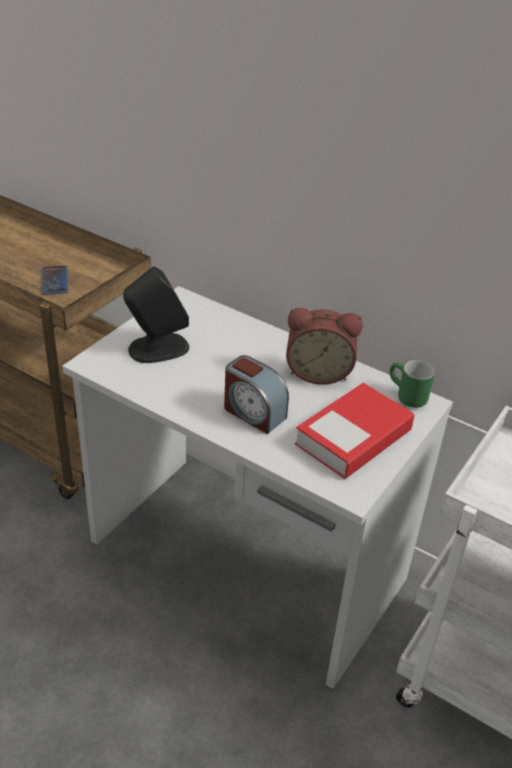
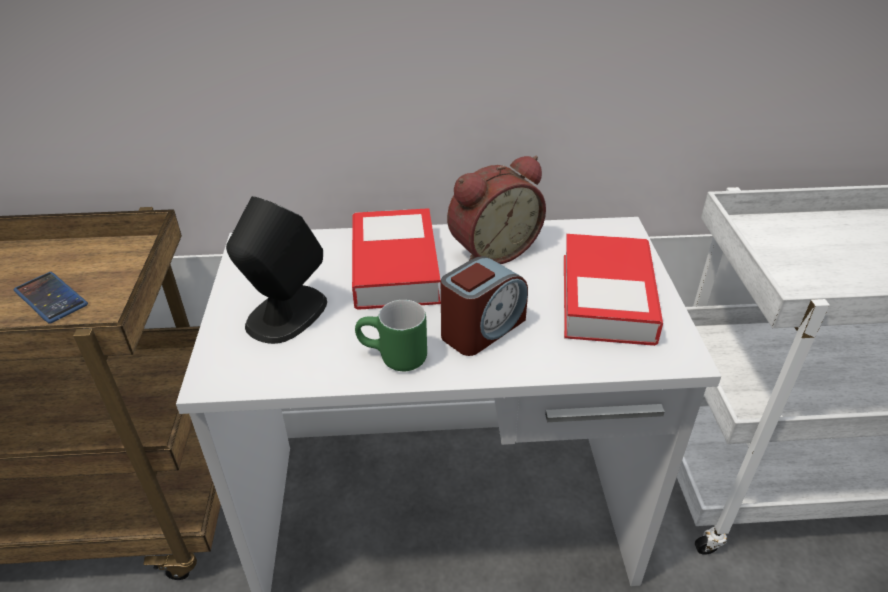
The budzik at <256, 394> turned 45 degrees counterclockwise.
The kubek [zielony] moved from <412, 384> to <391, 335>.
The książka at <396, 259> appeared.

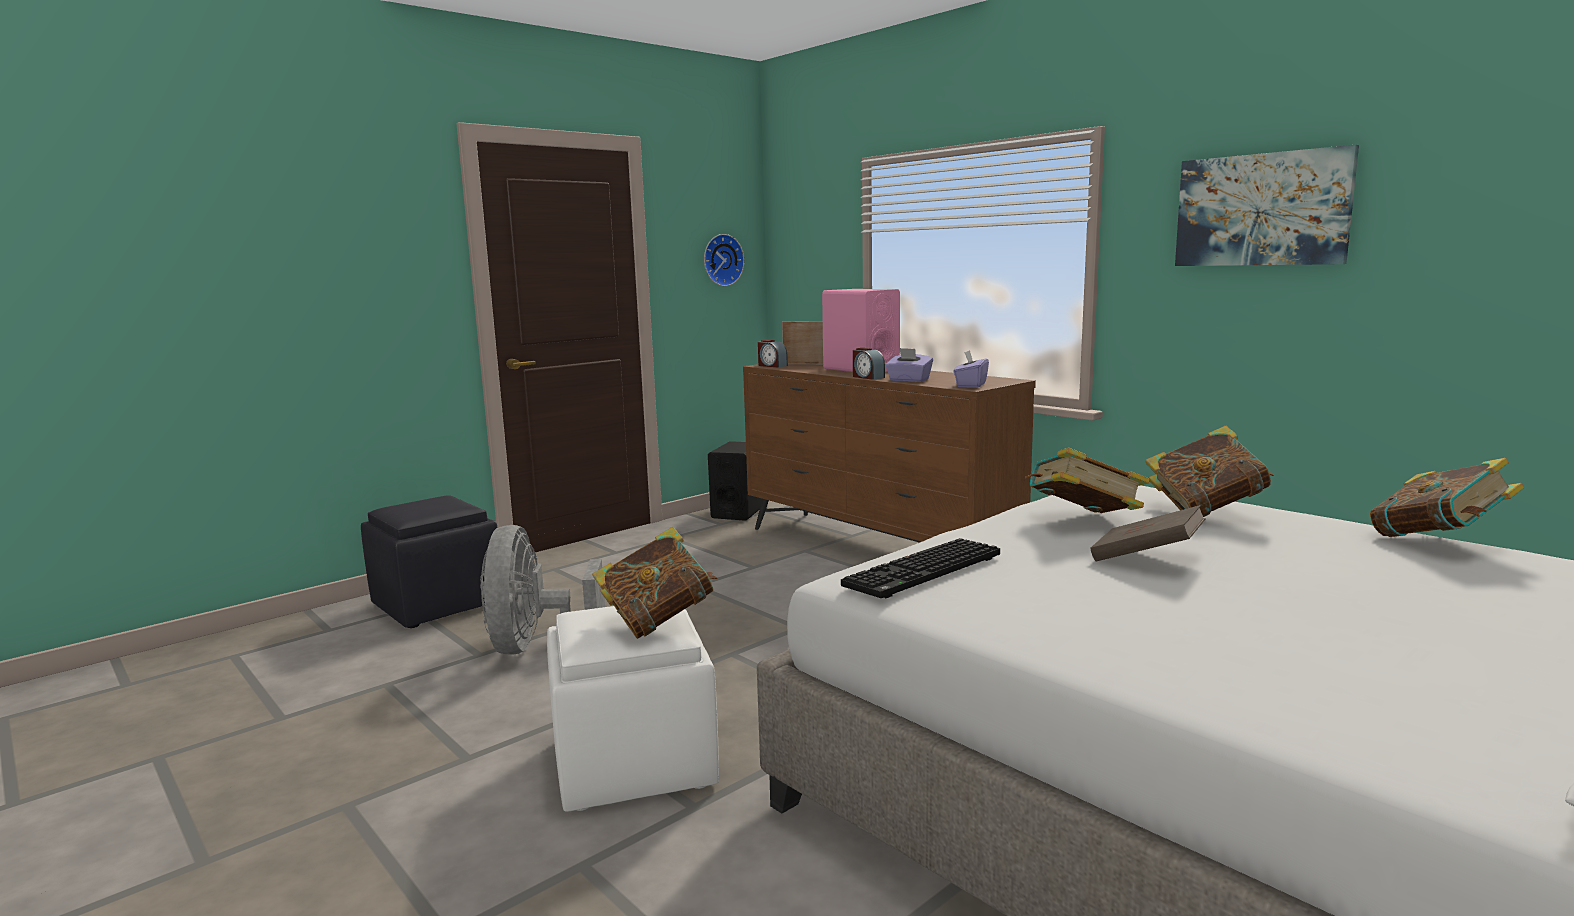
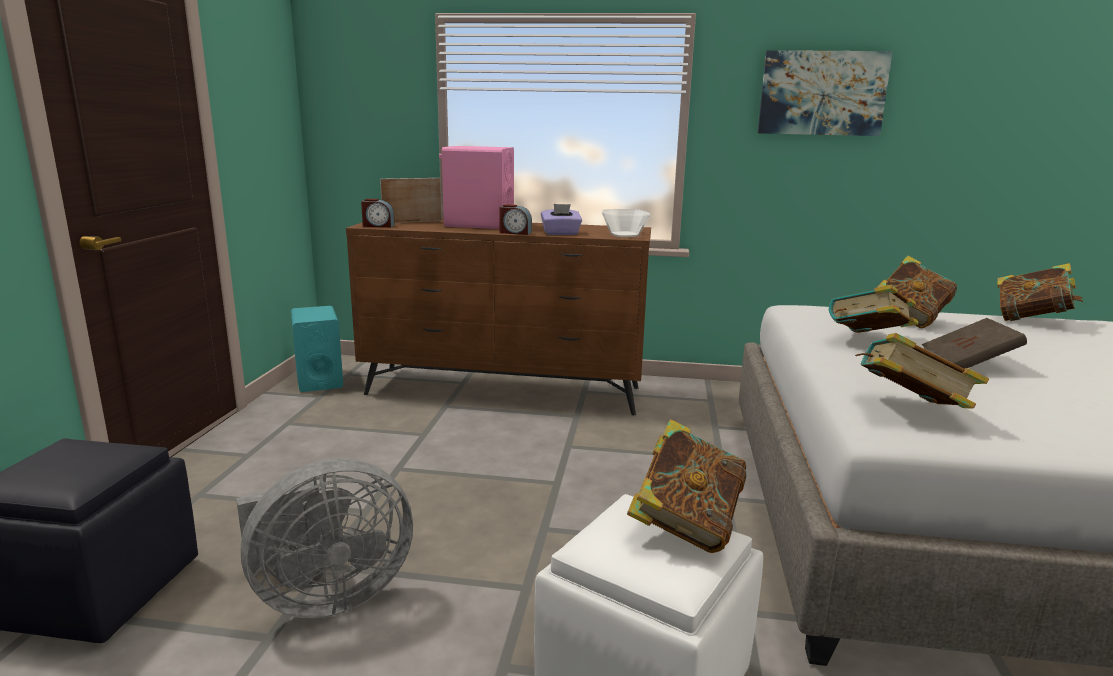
The wentylator [szary] at <542, 590> turned 75 degrees counterclockwise.
The zegar ścienny at <724, 260> disappeared.
The głośnik [czarny] at <735, 481> became the głośnik [turkusowy] at <317, 349>.
The klawiatura at <920, 568> was replaced by the książka at <922, 371>.
The pudełko chusteczek [fioletowy] at <971, 369> was replaced by the miska at <626, 223>.

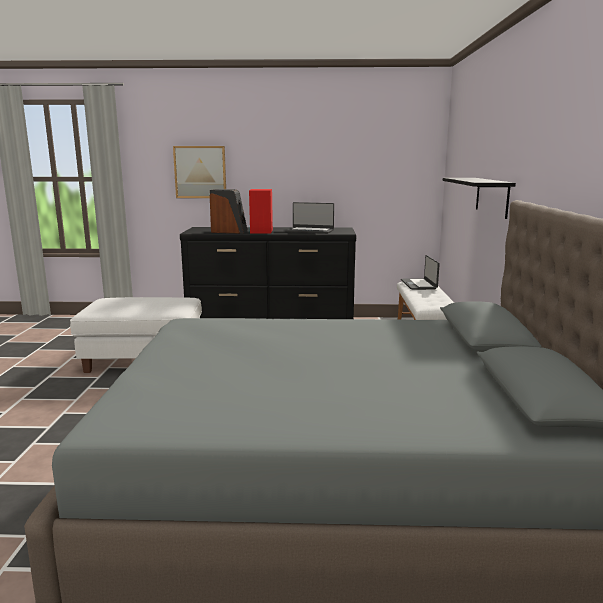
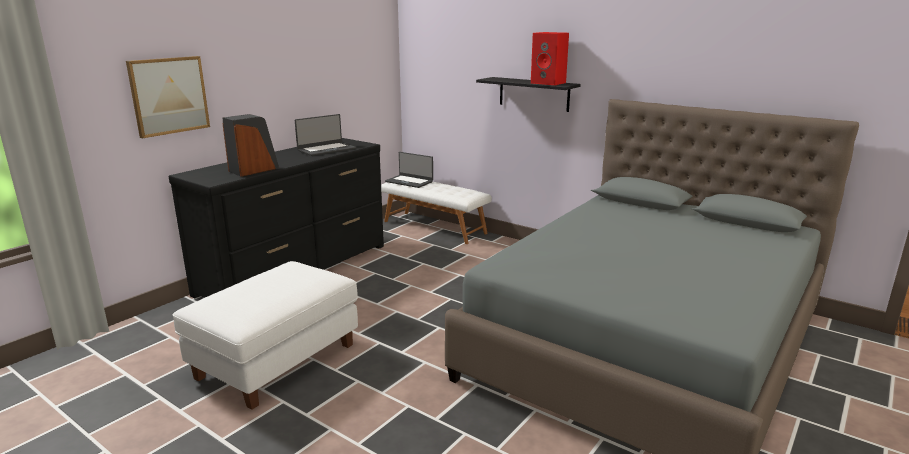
The głośnik [czerwony] moved from <261, 211> to <550, 58>.

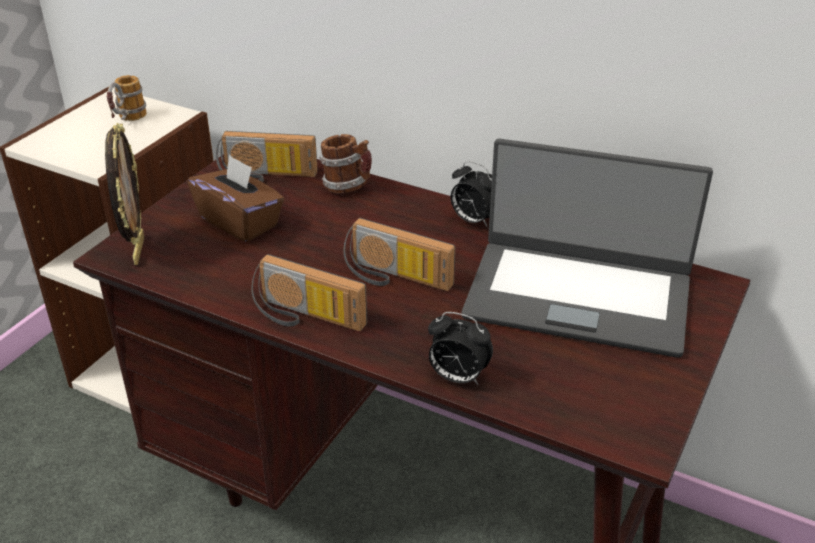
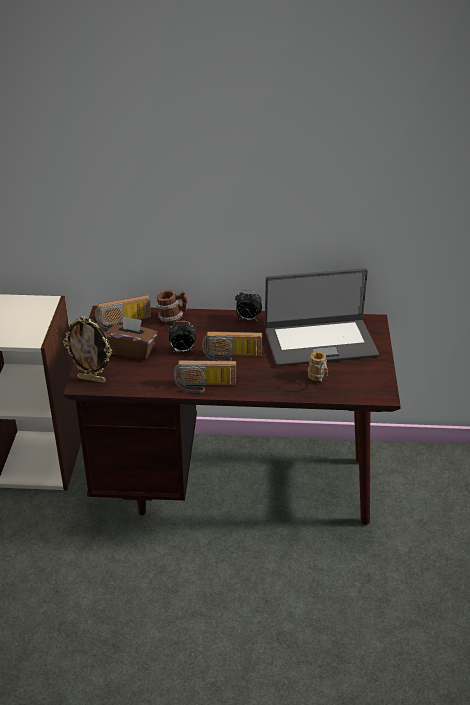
The ramka na zdjęcie at <125, 194> turned 135 degrees clockwise.
The kubek moved from <126, 98> to <318, 367>.
The budzik moved from <460, 348> to <182, 337>.

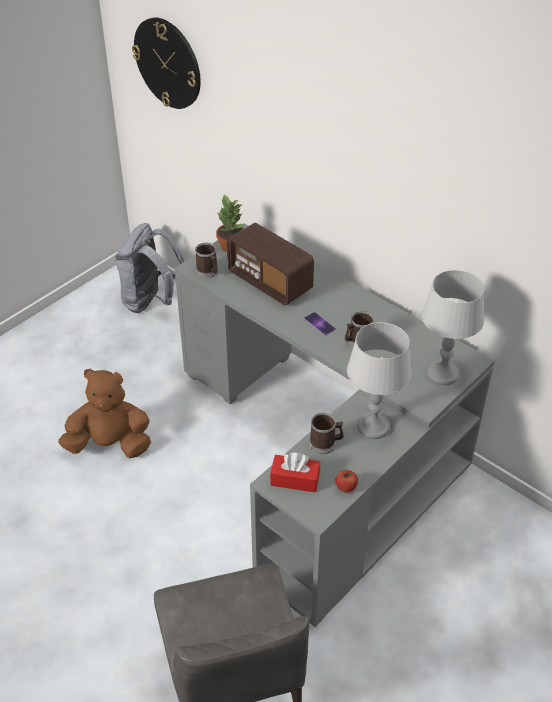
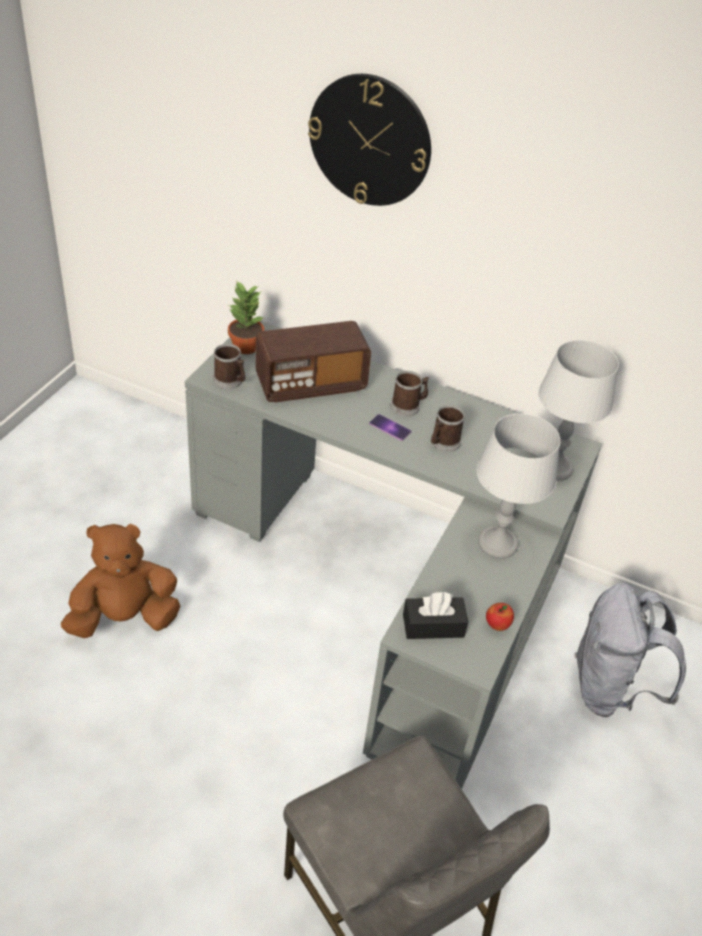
The plecak [szary] moved from <149, 268> to <630, 650>.
The zegar ścienny moved from <166, 63> to <369, 140>.
The radio at <270, 264> turned 45 degrees counterclockwise.
The pudełko chusteczek [czerwony] at <295, 472> became the pudełko chusteczek [czarny] at <435, 615>.
The kubek moved from <326, 433> to <410, 393>.

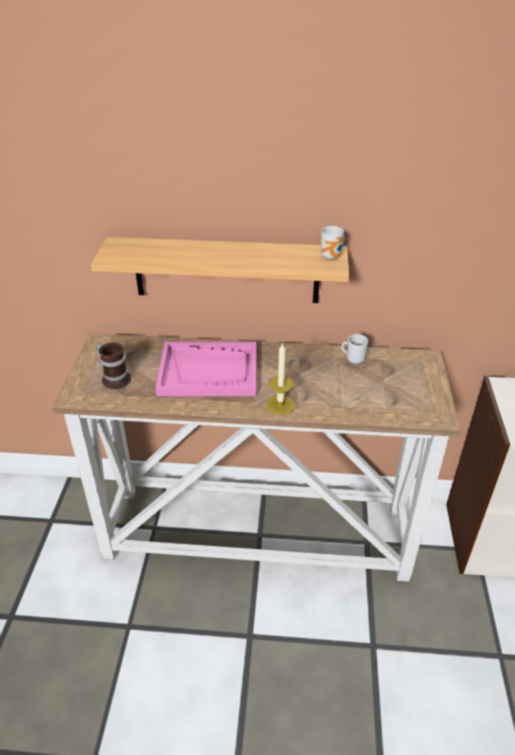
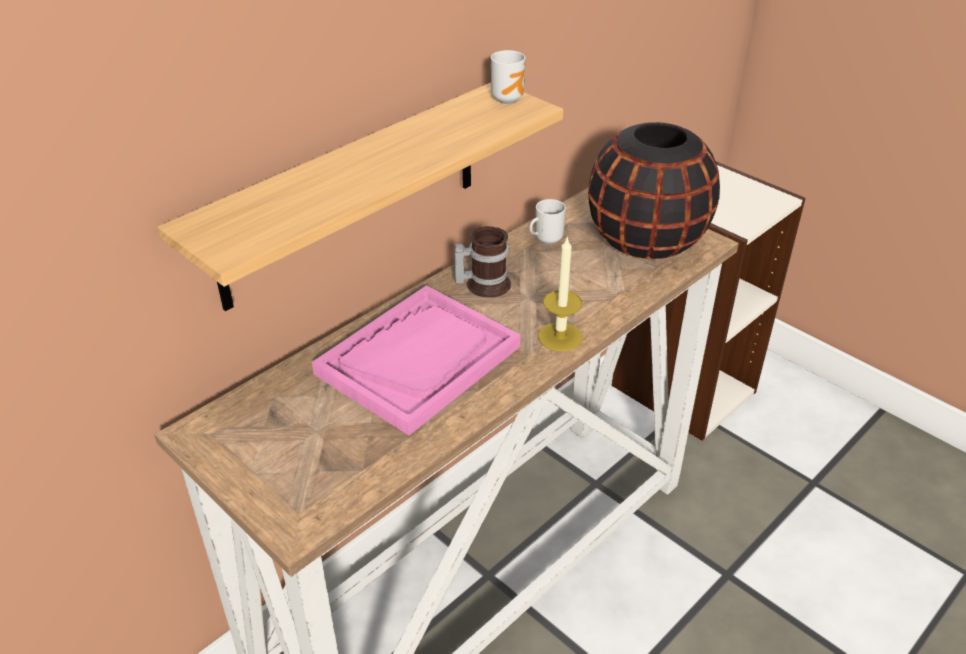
The kubek moved from <113, 365> to <482, 262>.
The wazon [czarny] at <654, 190> appeared.

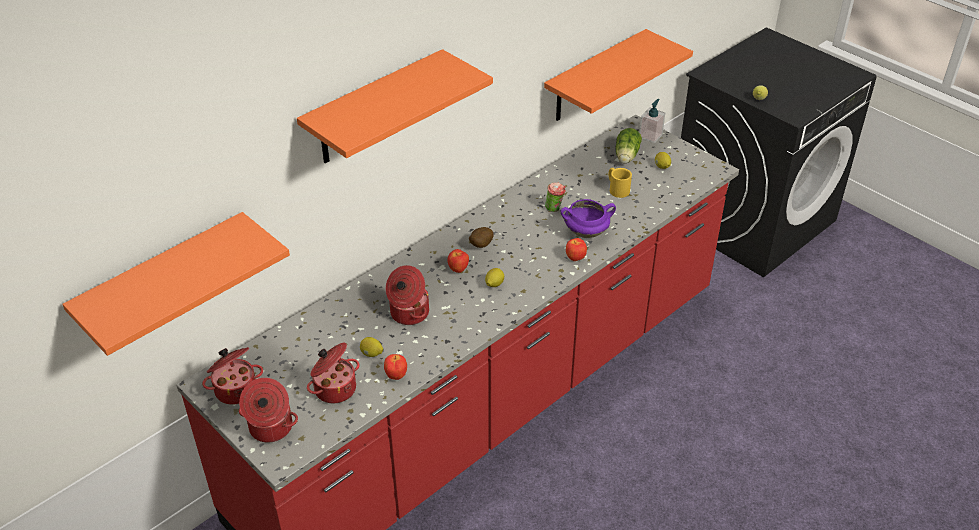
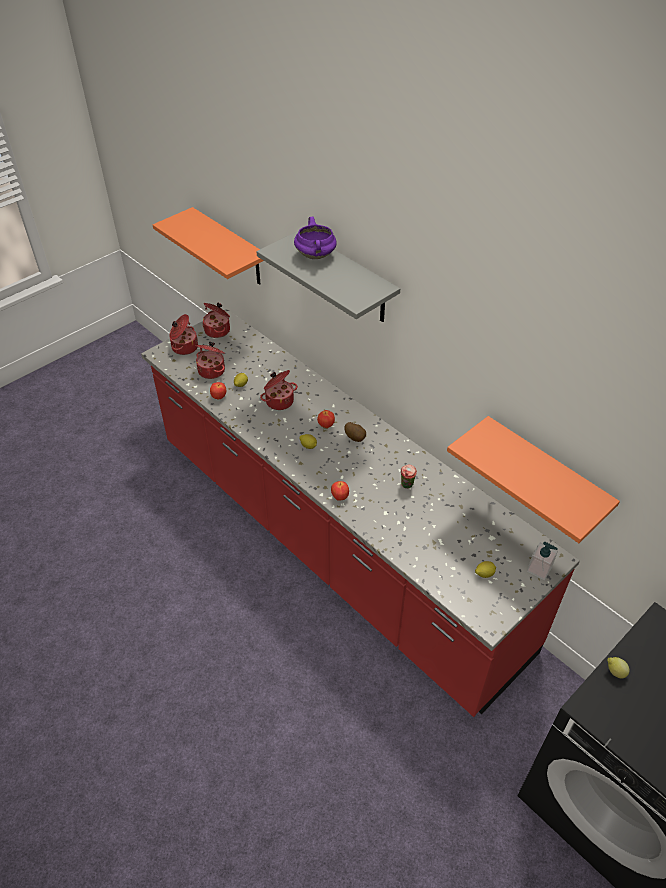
The półka [pomarańczowy] at <395, 106> became the półka [szary] at <328, 276>.
The garnek [fioletowy] moved from <588, 218> to <315, 238>.
The kubek [żółty] at <620, 183> disappeared.
The sałata at <628, 145> disappeared.

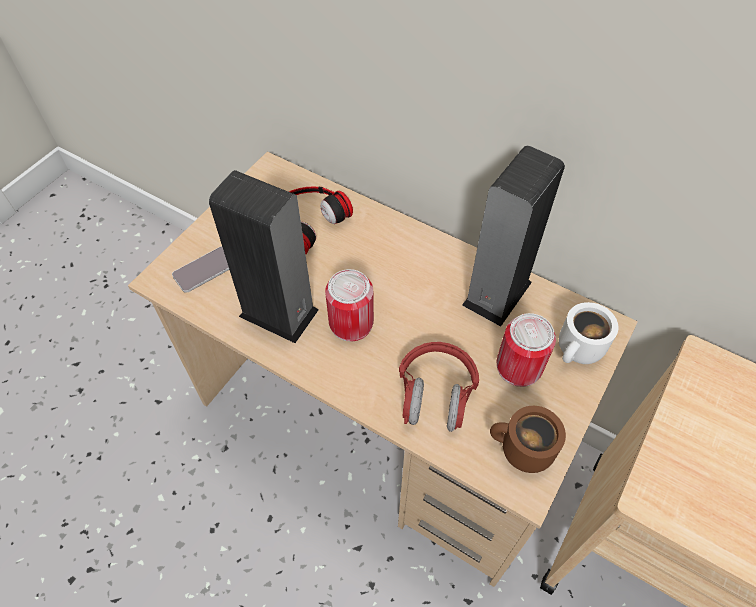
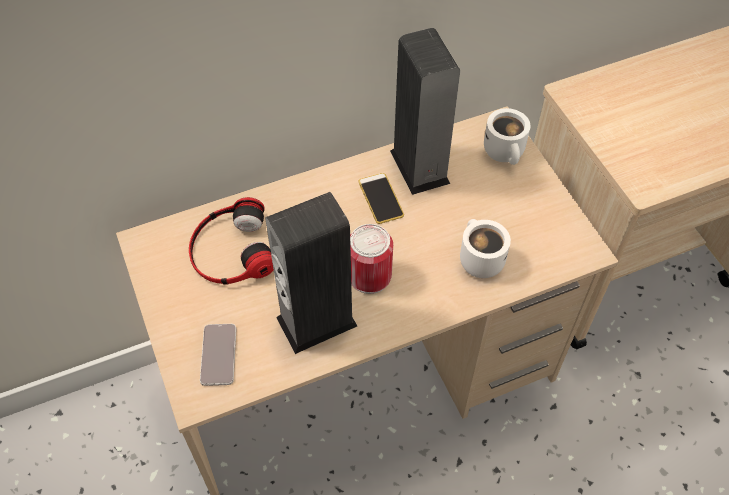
The słuchawki [czerwony] at <439, 387> was replaced by the kubek [biały] at <485, 248>.
The kubek [brązowy] at <528, 439> disappeared.
The puszka at <526, 350> disappeared.
The telefon at <381, 198> appeared.

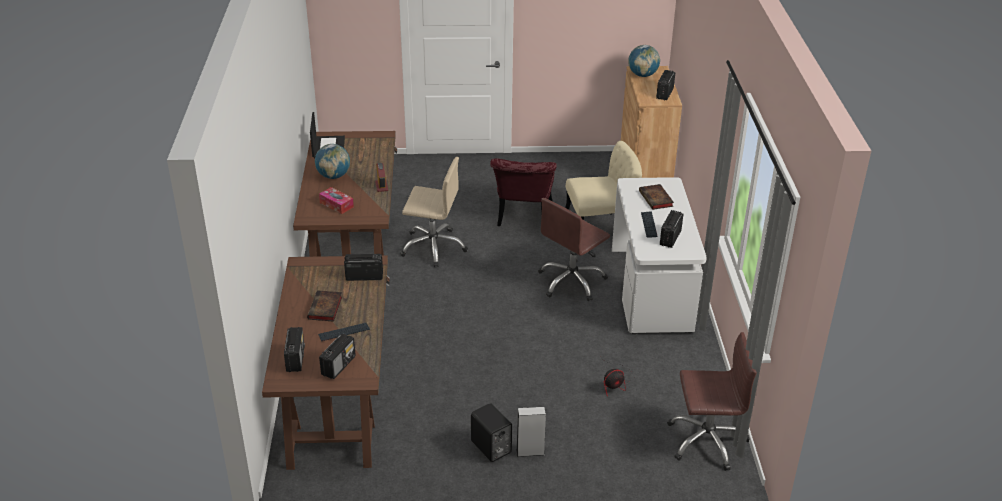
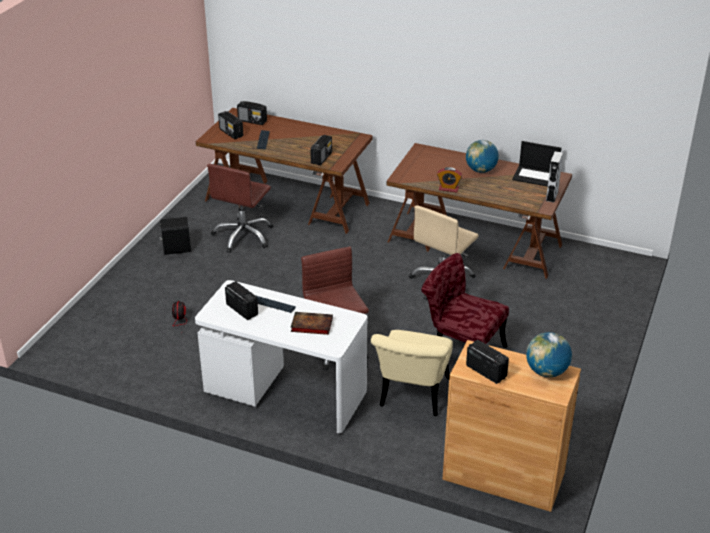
The książka at <324, 306> disappeared.
The pudełko chusteczek at <336, 200> disappeared.
The głośnik [szary] moved from <531, 432> to <554, 176>.
The krzesło biurowe [brązowy] moved from <712, 401> to <240, 208>.

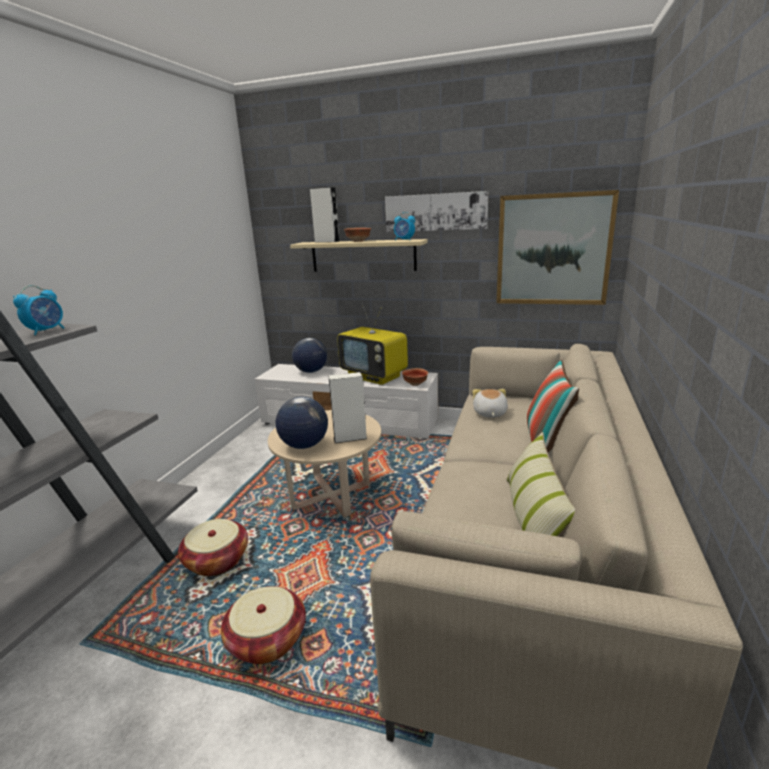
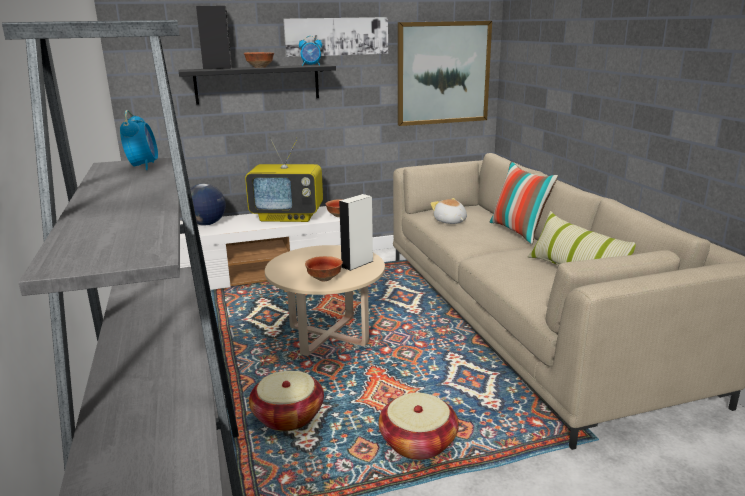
The globus at <301, 423> was replaced by the miska at <324, 268>.
The półka [beżowy] at <359, 255> became the półka [czarny] at <257, 84>.
The głośnik [biały] at <325, 215> became the głośnik [czarny] at <214, 37>.

